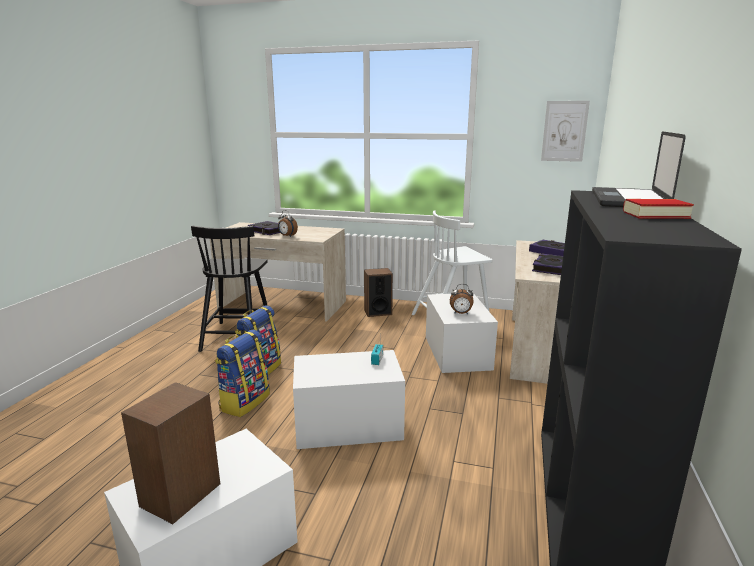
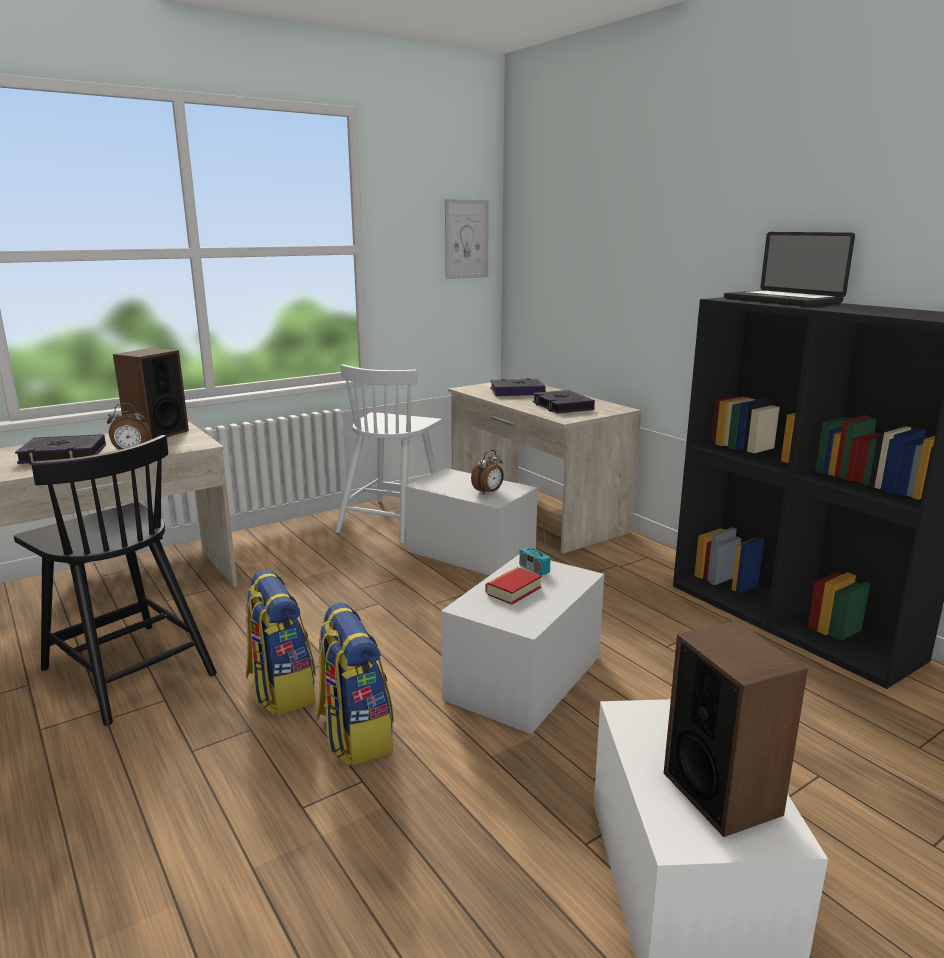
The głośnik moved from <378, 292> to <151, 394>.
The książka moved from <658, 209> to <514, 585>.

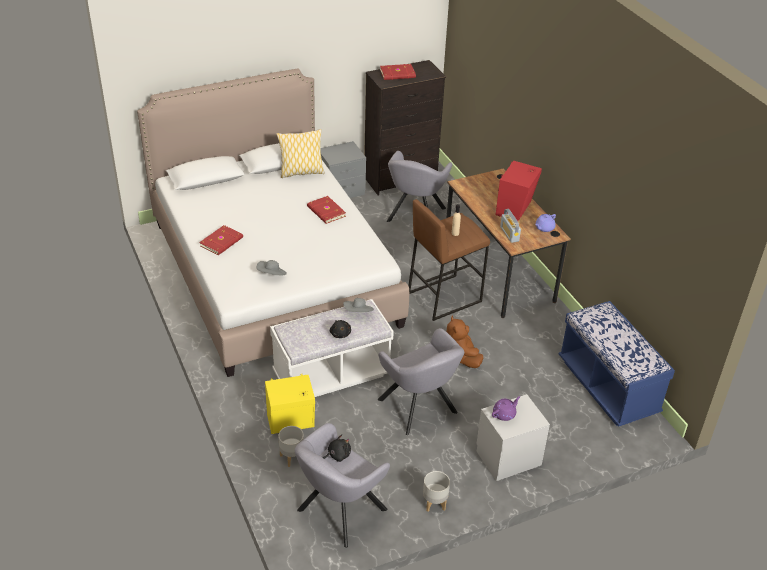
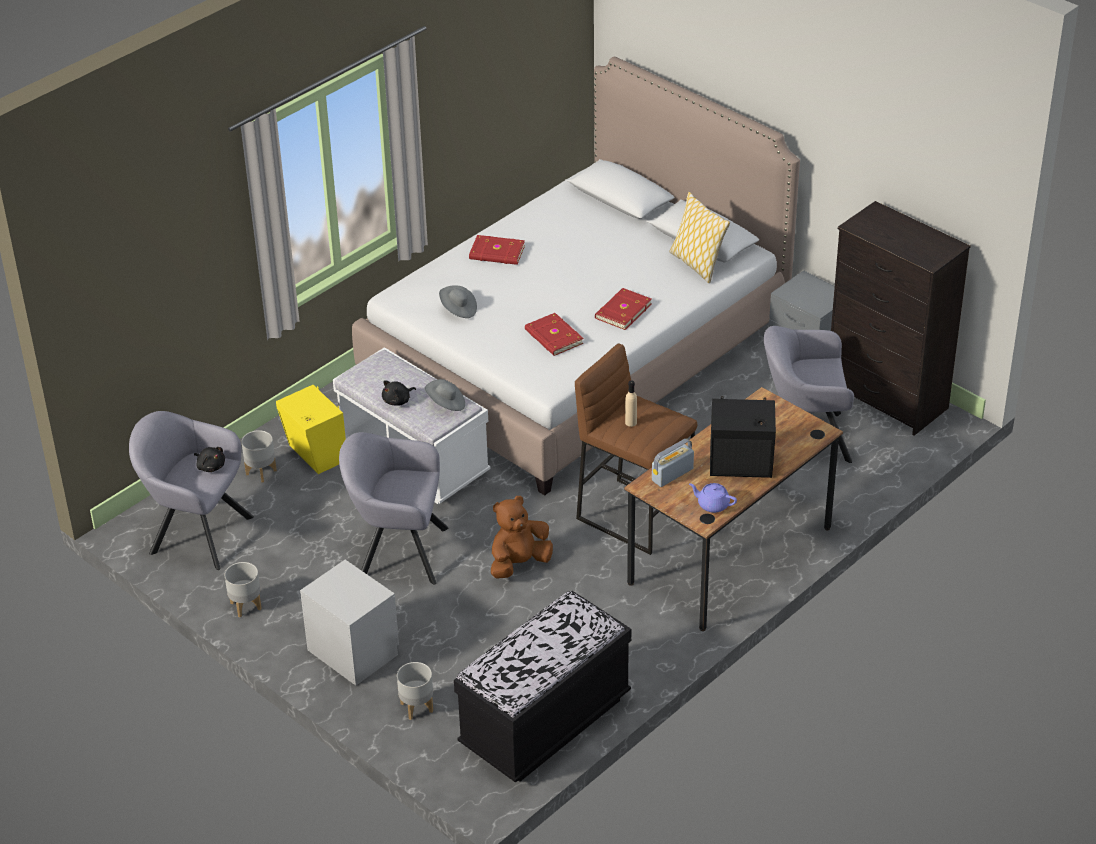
The fotel [szary] at <421, 381> turned 60 degrees clockwise.
The książka [czerwony] moved from <398, 72> to <554, 334>.
The imbryk [fioletowy] at <506, 408> disappeared.
The głośnik [czerwony] at <519, 191> became the głośnik [czarny] at <743, 437>.
The ławka [niebieski] at <617, 364> became the ławka [czarny] at <542, 687>.
The donica [szary] at <415, 691> appeared.

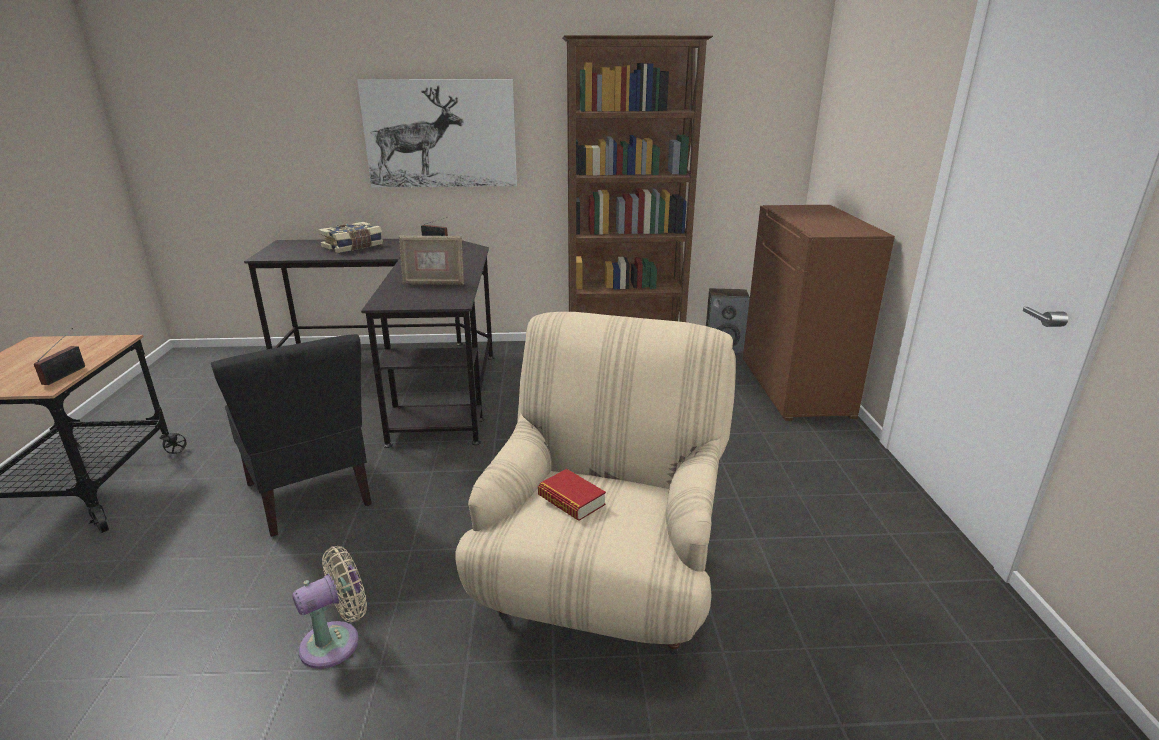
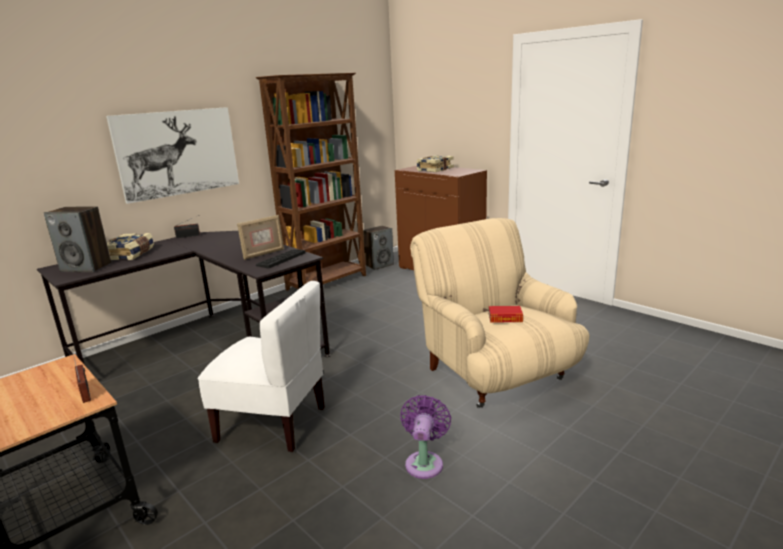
The krzesło [czarny] at <291, 435> became the krzesło [biały] at <261, 366>.
The wentylator [beżowy] at <329, 607> became the wentylator [fioletowy] at <425, 437>.
The głośnik at <77, 239> appeared.
The klawiatura at <280, 258> appeared.
The książka at <435, 163> appeared.

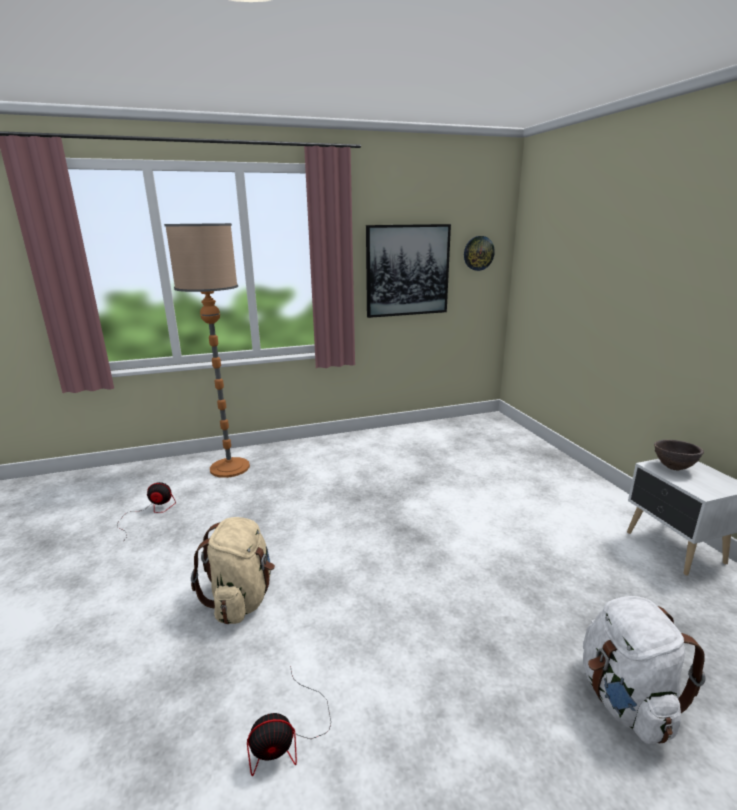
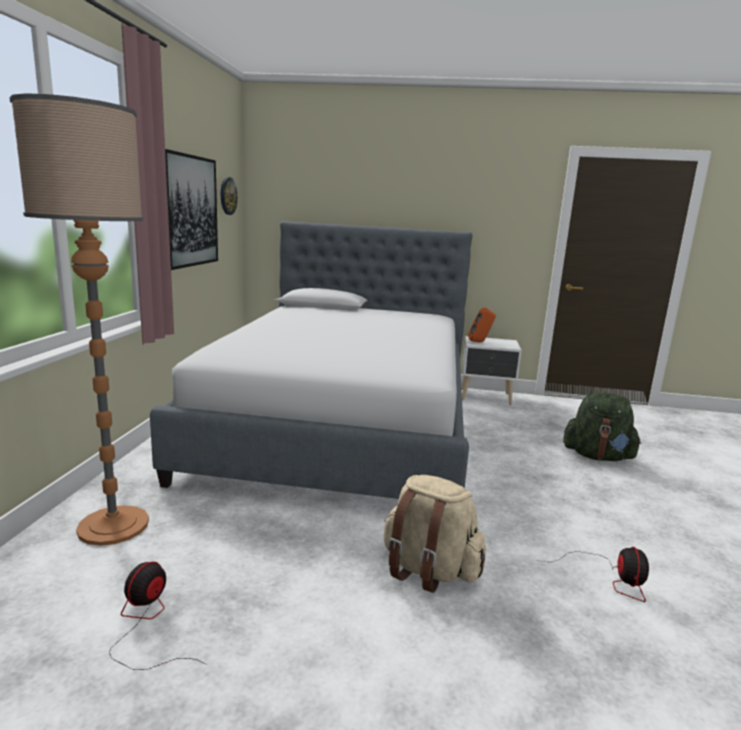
The plecak [biały] at <644, 670> became the plecak [zielony] at <602, 426>.
The miska [brązowy] at <679, 455> was replaced by the głośnik [pomarańczowy] at <482, 324>.
The łóżko at <311, 360> appeared.

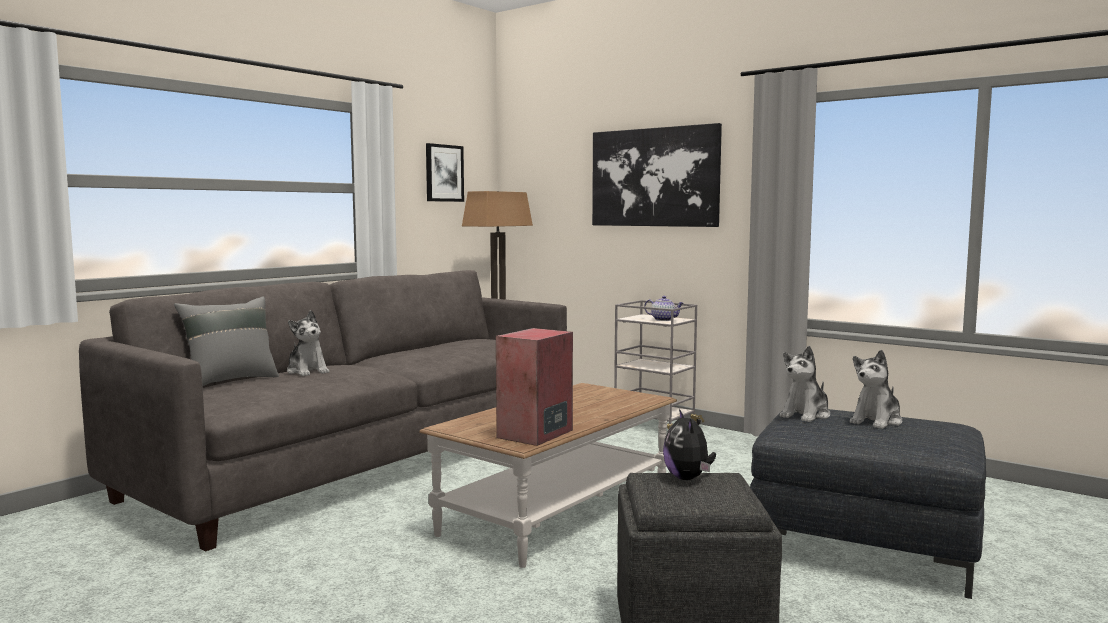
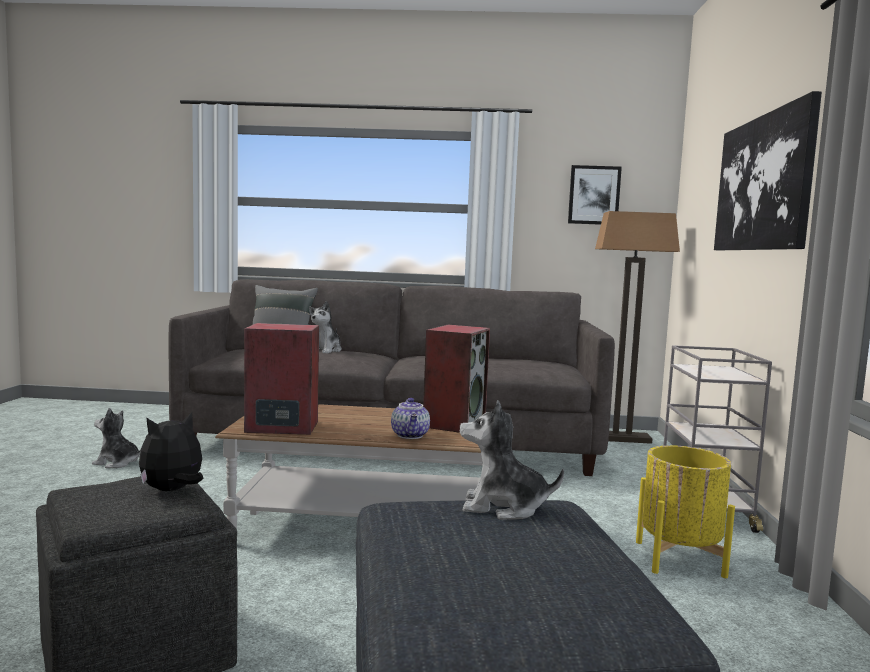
The imbryk moved from <664, 308> to <410, 418>.
The pluszak moved from <876, 389> to <116, 438>.
The głośnik at <456, 379> appeared.
The donica [żółty] at <685, 511> appeared.

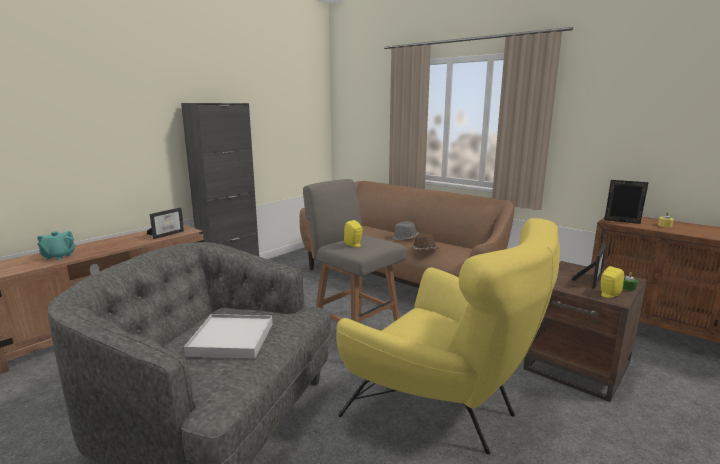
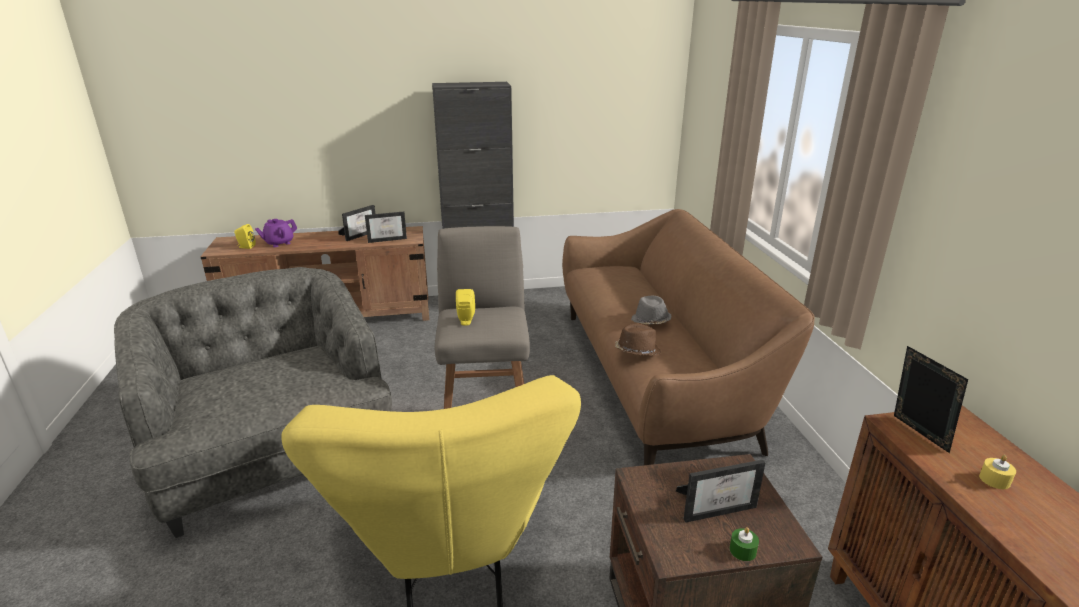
The imbryk [turkusowy] at <56, 245> became the imbryk [fioletowy] at <276, 233>.
The taca [biały] at <228, 336> disappeared.
The głośnik [żółty] moved from <612, 282> to <245, 236>.
The ramka na zdjęcie at <356, 223> appeared.

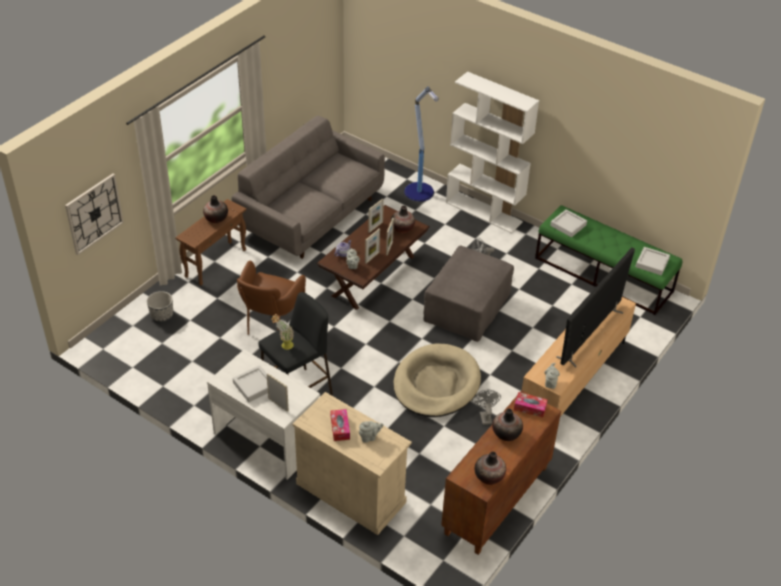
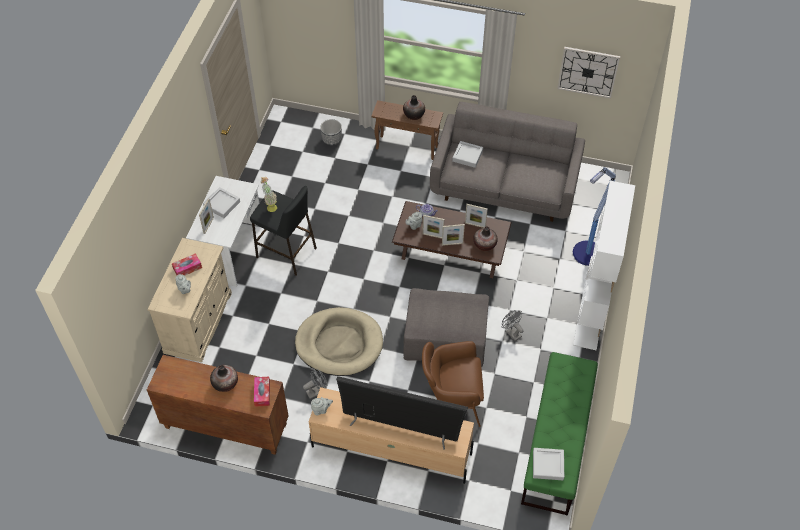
The zegar ścienny moved from <94, 214> to <588, 73>.
The fotel [brązowy] moved from <271, 298> to <453, 384>.
The wazon at <490, 468> disappeared.
The taca [szary] moved from <568, 223> to <467, 154>.

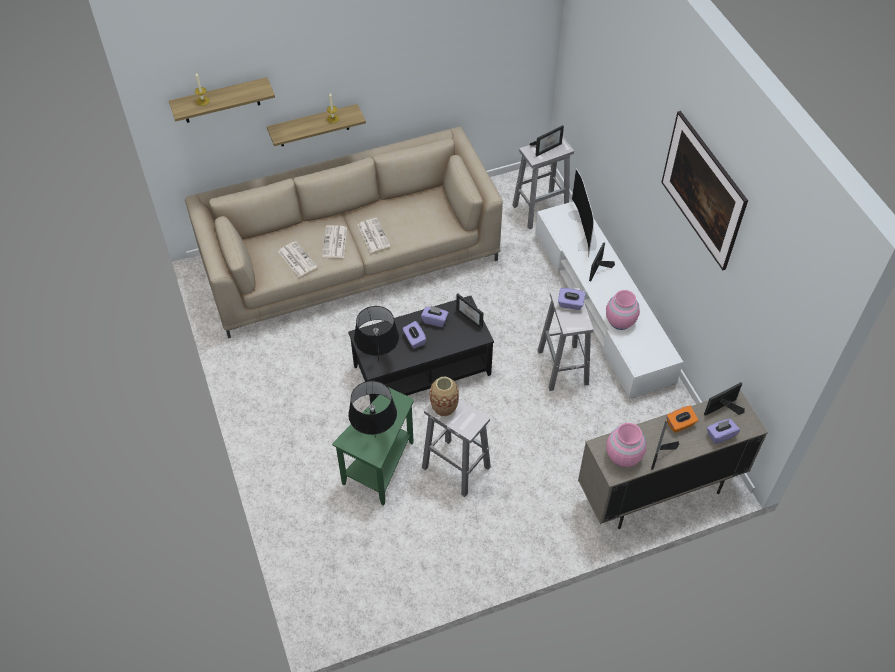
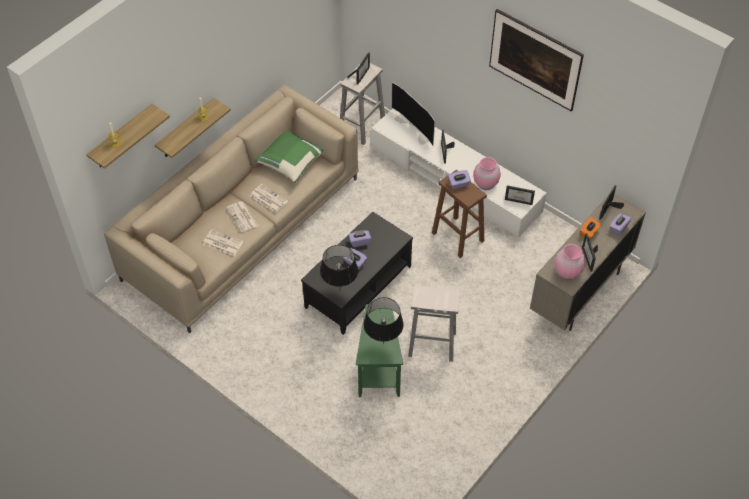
The wazon at <444, 396> disappeared.
The ramka na zdjęcie moved from <469, 312> to <520, 195>.
The stołek [biały] at <565, 339> became the stołek [brązowy] at <459, 214>.
The poduszka [zielony] at <289, 156> appeared.

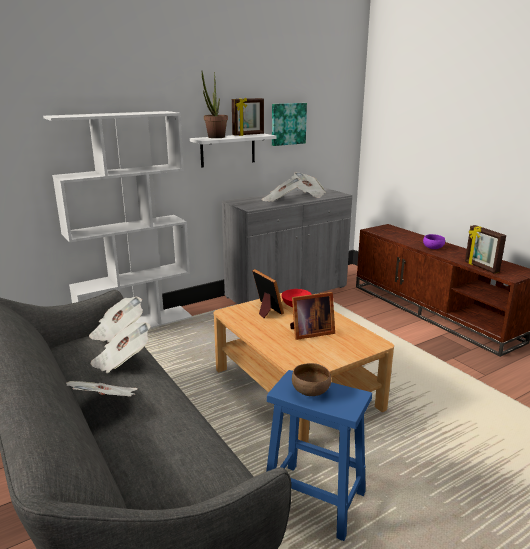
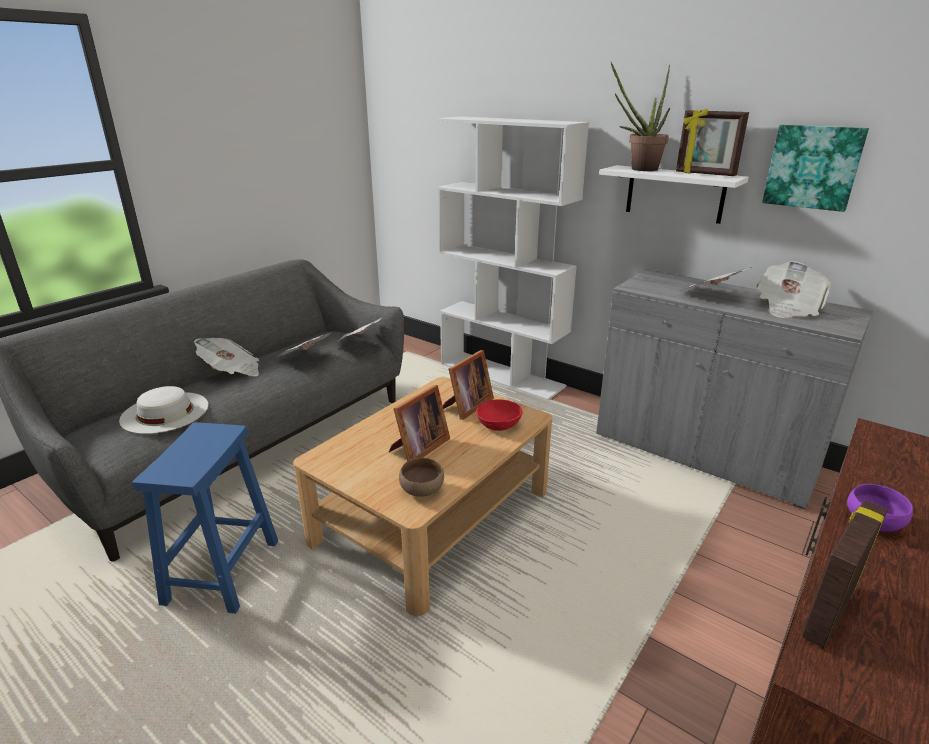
The ramka na zdjęcie at <312, 316> turned 105 degrees counterclockwise.
The miska [brązowy] moved from <311, 379> to <421, 477>.
The kapelusz [biały] at <163, 410> appeared.

